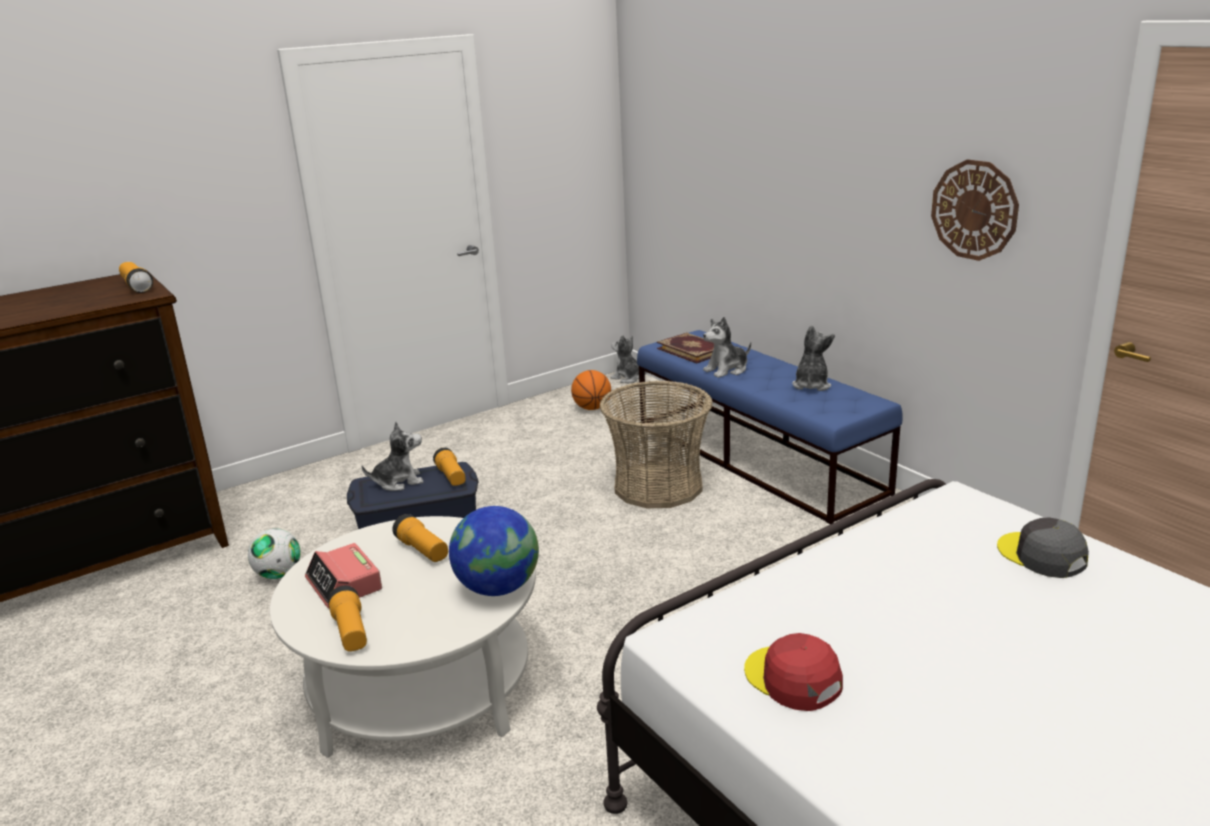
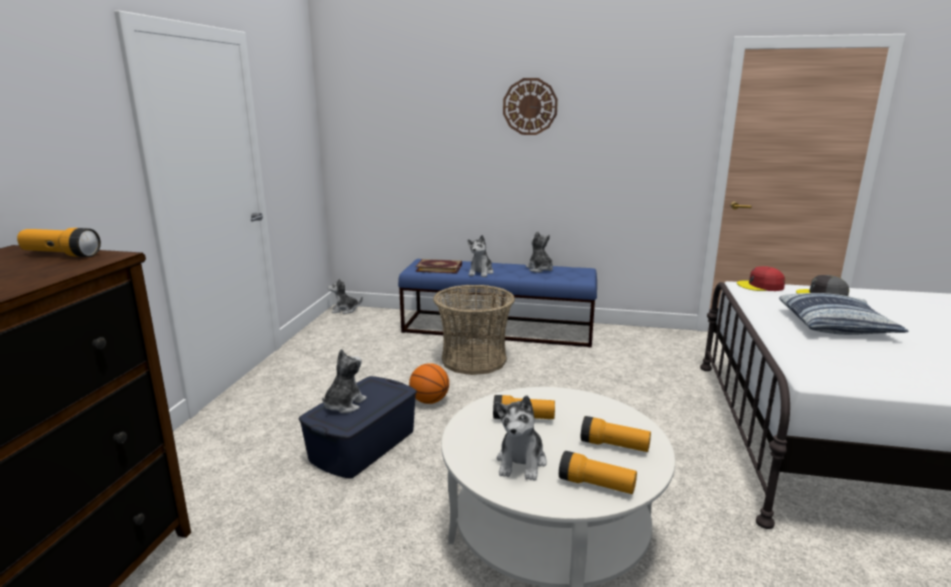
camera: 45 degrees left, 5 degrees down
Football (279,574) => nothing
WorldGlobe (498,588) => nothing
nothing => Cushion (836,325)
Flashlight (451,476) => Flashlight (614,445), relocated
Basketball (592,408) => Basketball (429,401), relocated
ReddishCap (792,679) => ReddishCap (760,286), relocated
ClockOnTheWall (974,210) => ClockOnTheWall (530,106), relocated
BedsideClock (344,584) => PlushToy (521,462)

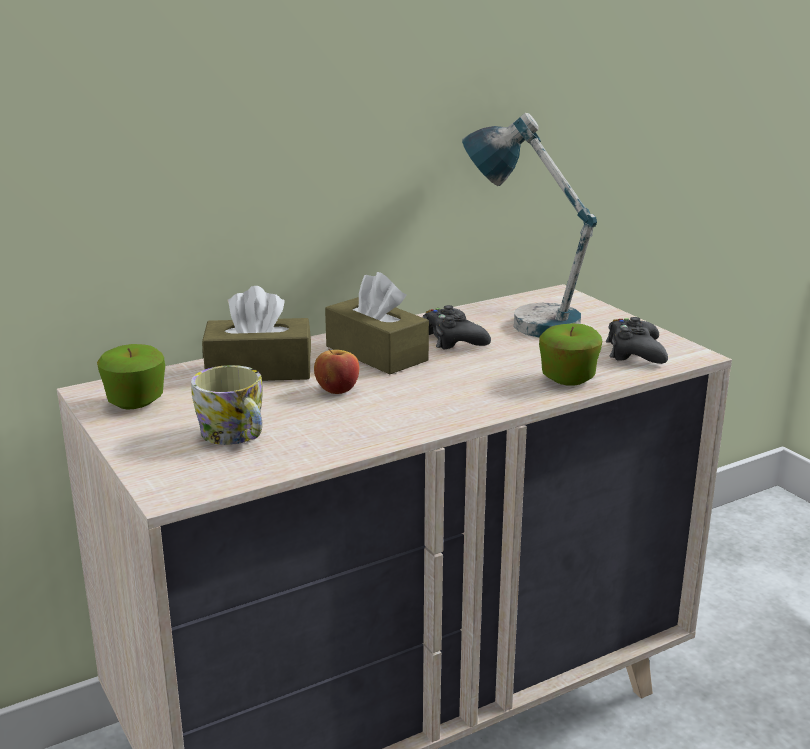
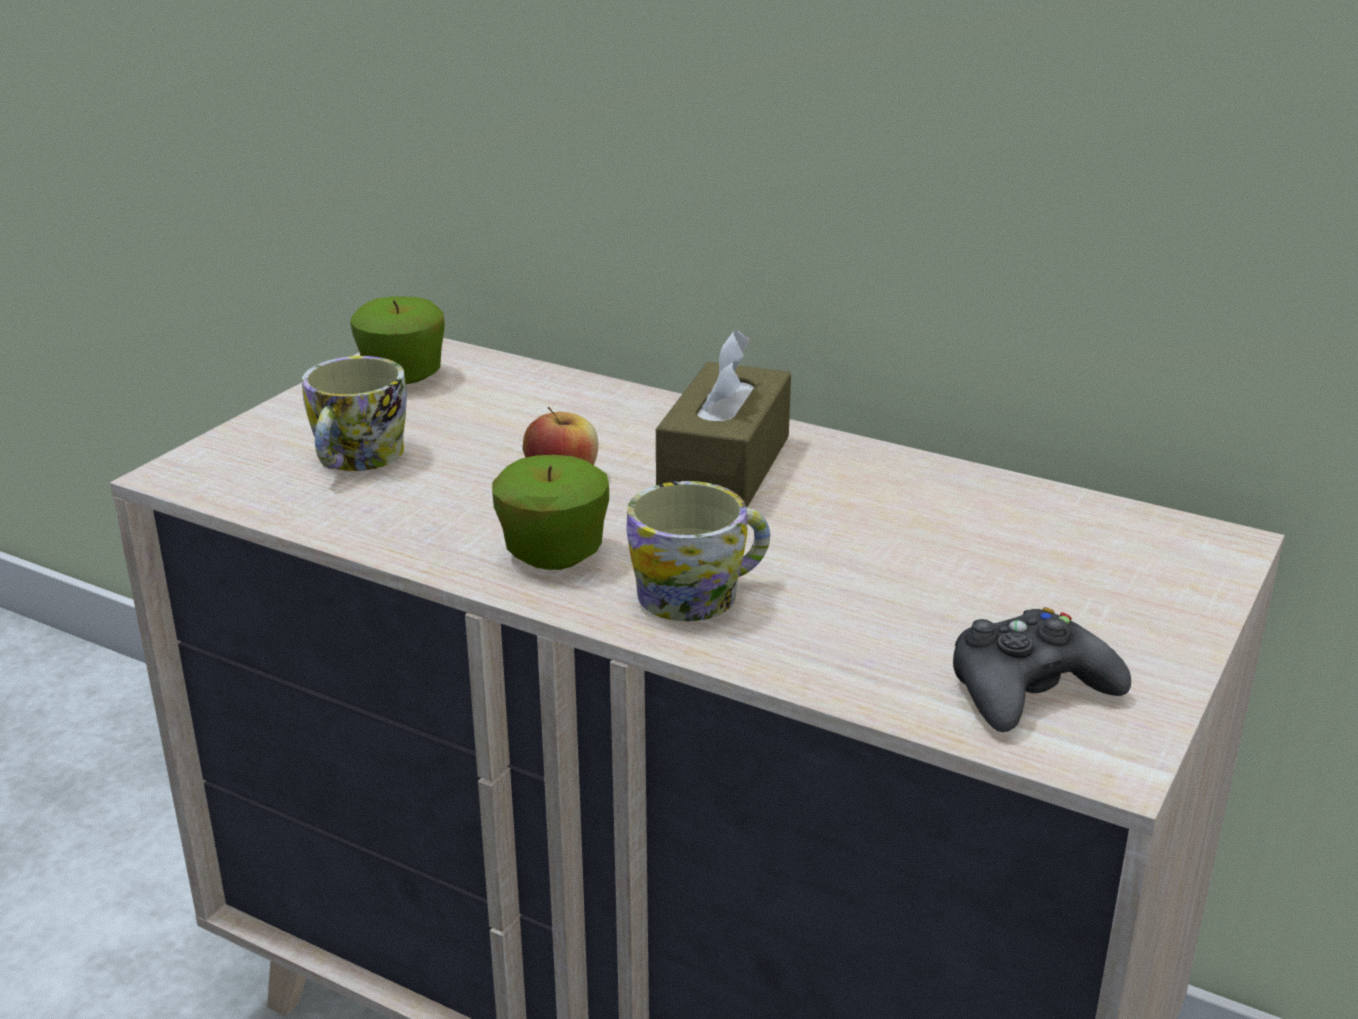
camera: 60 degrees right, 5 degrees up
BrownTissueHolder (259,370) => nothing
BlackJoypad (453,339) => nothing
LampForATable (523,318) => nothing
nothing => TeaMug (701,594)
AppleFruit (568,379) => AppleFruit (553,554), relocated

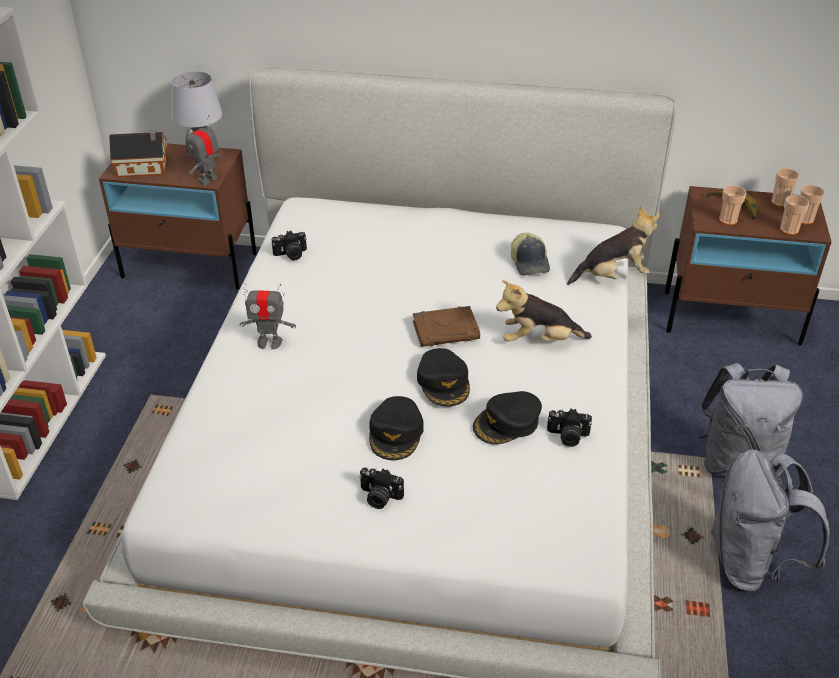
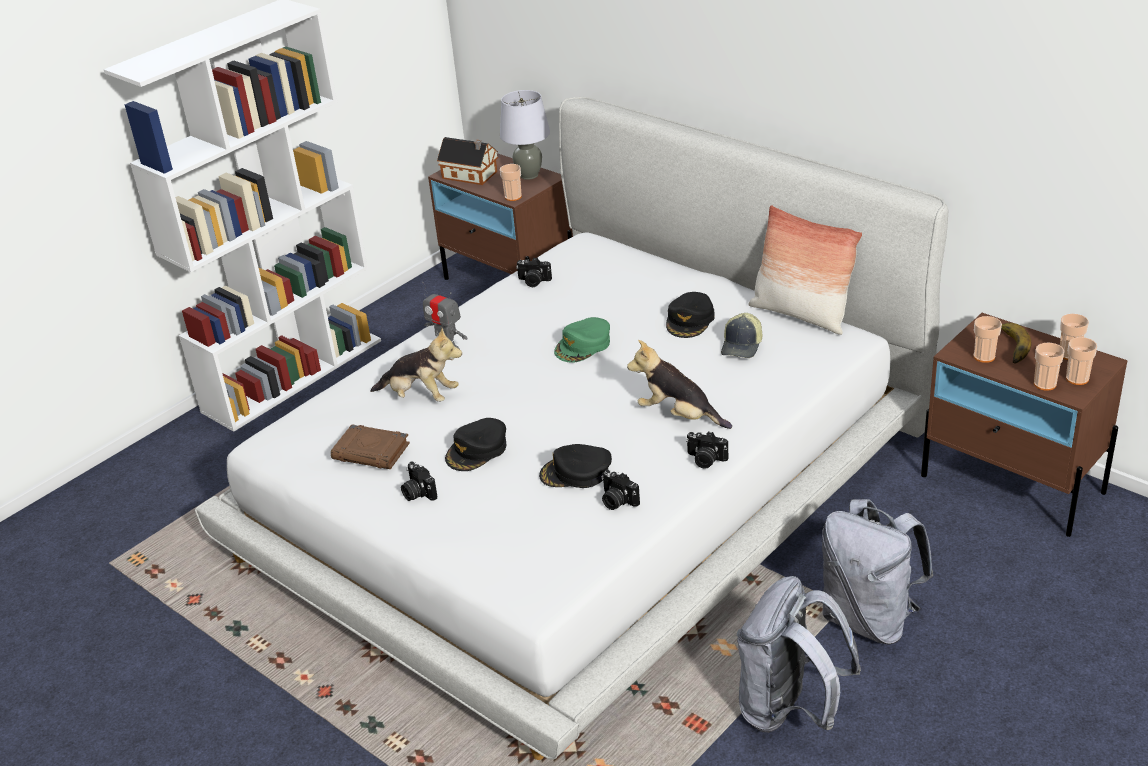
camera: 35 degrees right, 5 degrees down
nothing => GreenishCap (583,346)
nothing => PhotoCamera (705,460)
nothing => Cushion (801,314)
BrownBoundBook (446,330) => BrownBoundBook (372,452), relocated
BlackCap (444,382) => BlackCap (690,320), relocated
PlushToy (612,276) => PlushToy (420,396), relocated
RobotFigure (207,179) => SmallCup (513,197)

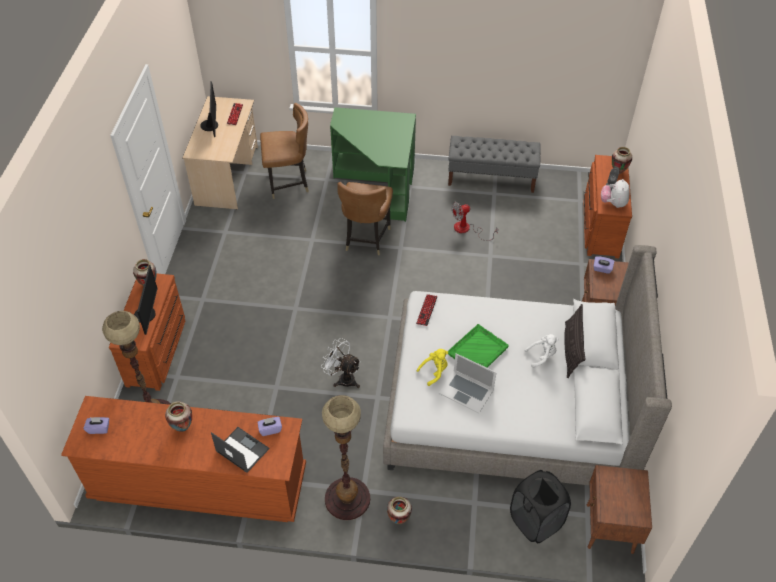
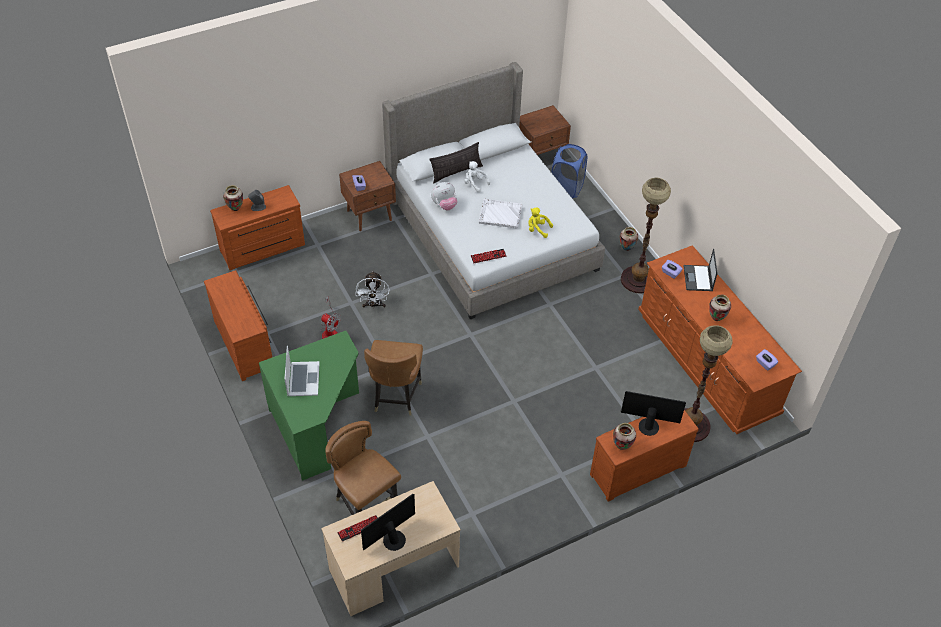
camera: 125 degrees left, 0 degrees up
WhiteColouredCoolingFan (343,378) => WhiteColouredCoolingFan (374,305), relocated
PortableComputer (466,391) => PortableComputer (303,379), relocated
PlushToy (613,203) => PlushToy (444,205), relocated
GreyishBench (491,178) => BrownChestOfDrawers (245,344)
GreenishTray (478,350) => WhiteColouredTray (500,214)
BlackWashingBasket (535,521) => BlueWashingBasket (566,189)
Monitor (147,315) => Monitor (648,425), 45 degrees clockwise
BrownChair (366,239) => BrownChair (395,396), 120 degrees clockwise

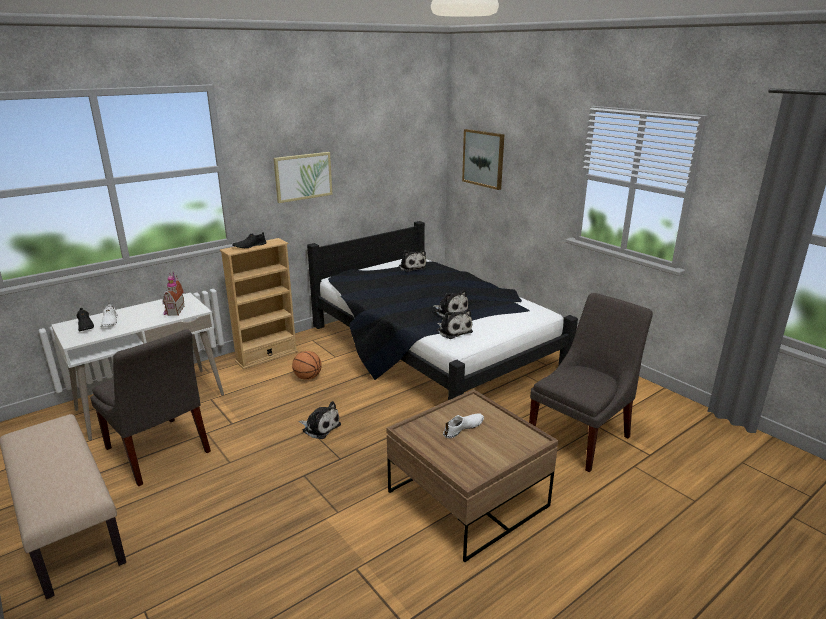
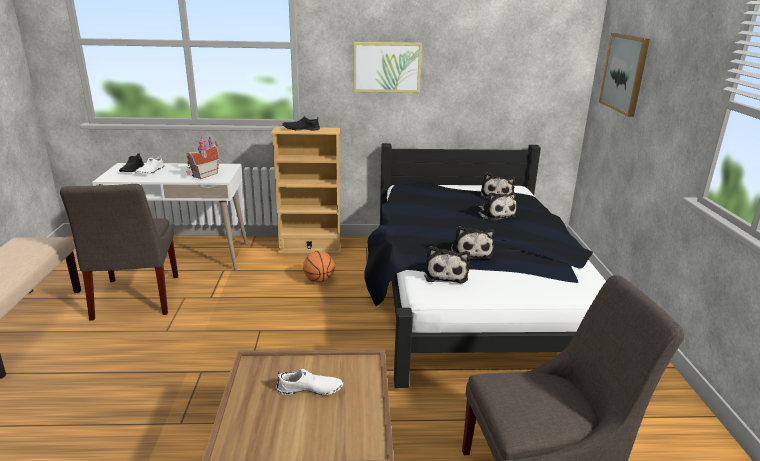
camera: 35 degrees right, 0 degrees up
PlushToy (320,427) => PlushToy (495,214), relocated

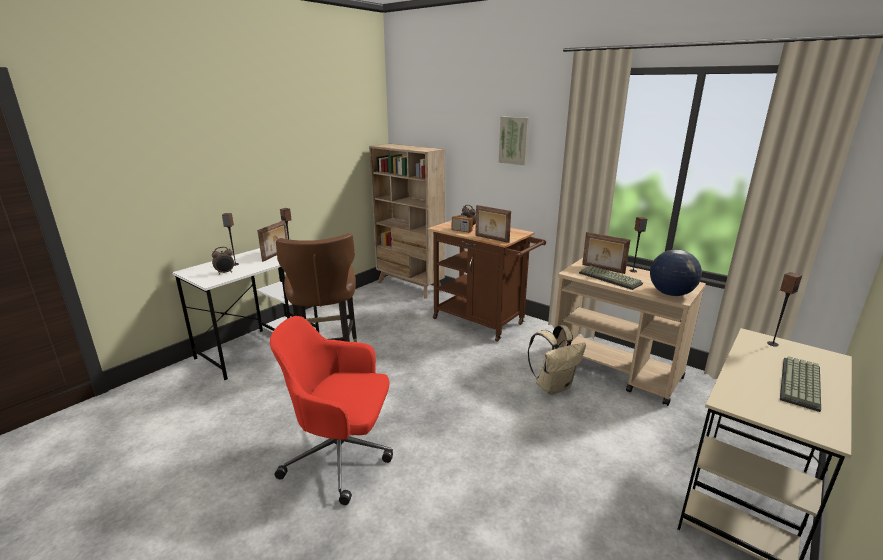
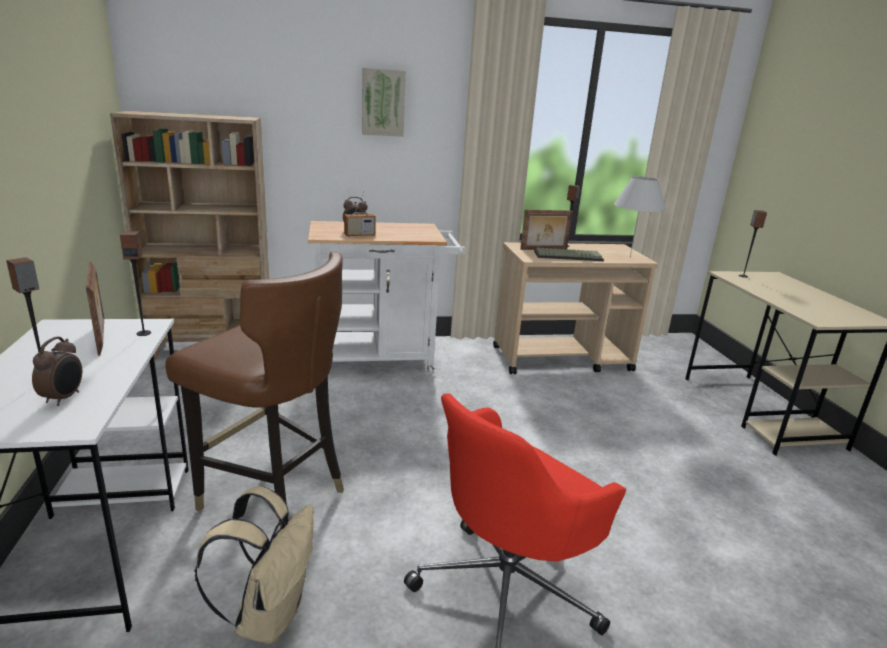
camera: 50 degrees left, 0 degrees up
StandingFrame (491,239) => nothing
Keyboard (802,384) => nothing
BeigeColouredRucksack (553,386) => BeigeColouredRucksack (269,615), relocated
WorldGlobe (671,294) => WhiteColouredLampForATable (629,257)
BrownCart (483,322) => WhiteColouredCart (382,361)

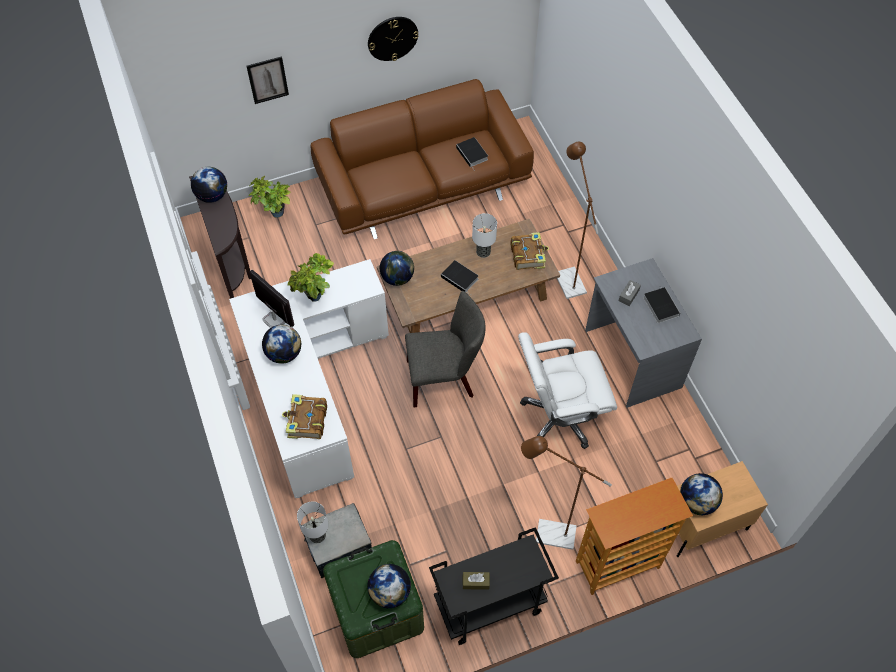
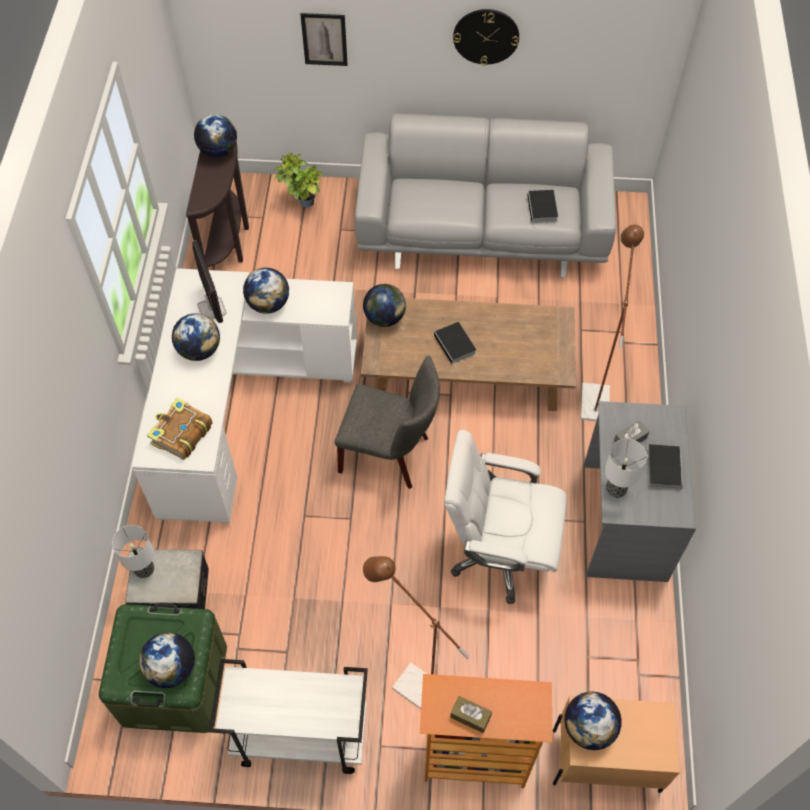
camera: 25 degrees right, 0 degrees up
BoundBook (528,255) => nothing
BrownTissueHolder (476,582) => BrownTissueHolder (470,716), relocated
LampForATable (483,252) => LampForATable (615,489), relocated
PottedPlant (315,299) => WorldGlobe (268,304)
BrownCouch (423,185) => GreyishCouch (483,228)
BlackCart (489,606) => WhiteColouredCart (299,737)

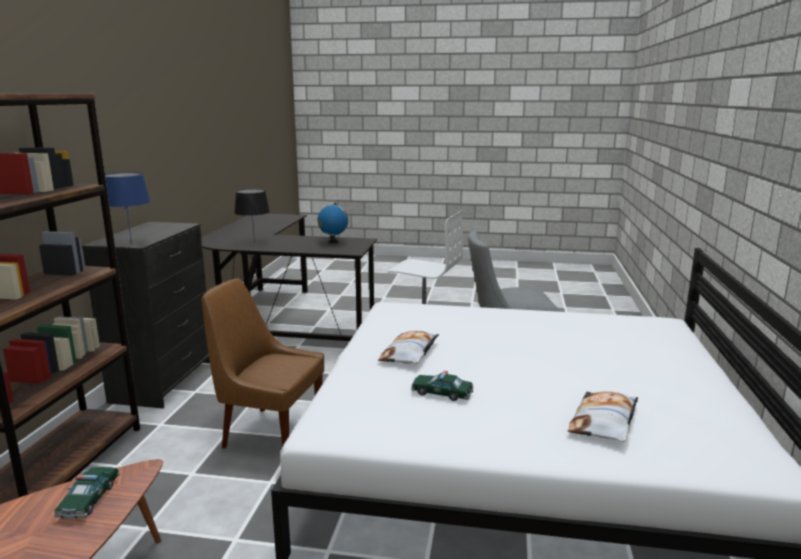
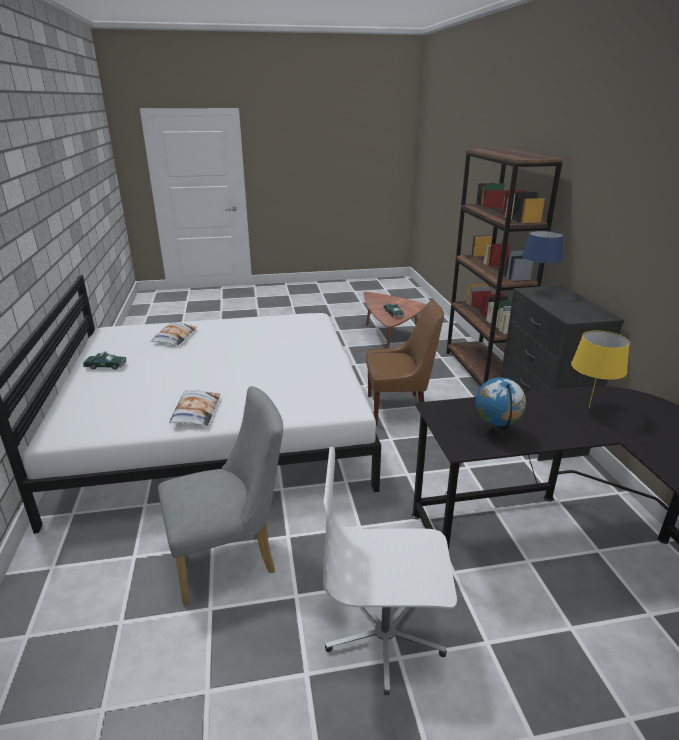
camera: 160 degrees right, 10 degrees up
Cushion (410,353) => Cushion (196,412), relocated
ModelCar (442,393) => ModelCar (106,366), relocated
BlackLampForATable (254,243) => YellowLampForATable (588,407)

